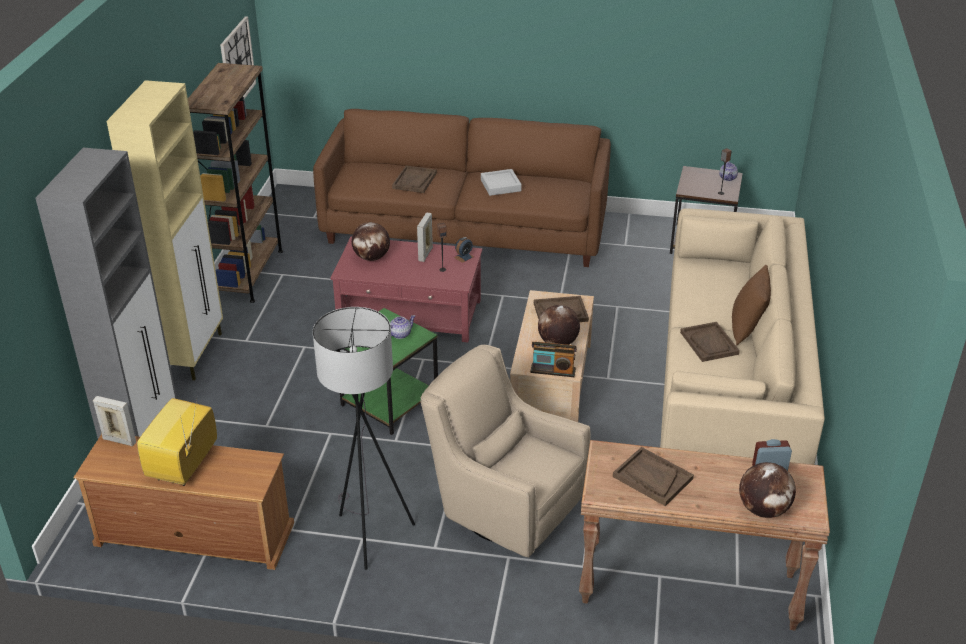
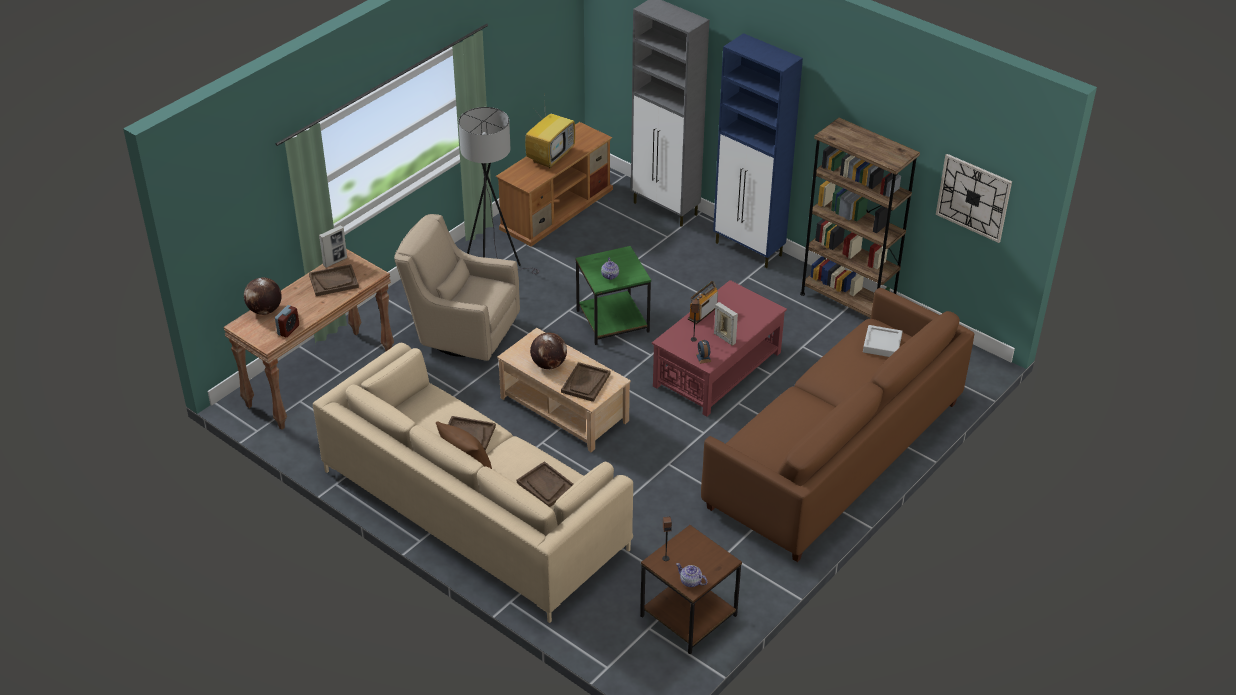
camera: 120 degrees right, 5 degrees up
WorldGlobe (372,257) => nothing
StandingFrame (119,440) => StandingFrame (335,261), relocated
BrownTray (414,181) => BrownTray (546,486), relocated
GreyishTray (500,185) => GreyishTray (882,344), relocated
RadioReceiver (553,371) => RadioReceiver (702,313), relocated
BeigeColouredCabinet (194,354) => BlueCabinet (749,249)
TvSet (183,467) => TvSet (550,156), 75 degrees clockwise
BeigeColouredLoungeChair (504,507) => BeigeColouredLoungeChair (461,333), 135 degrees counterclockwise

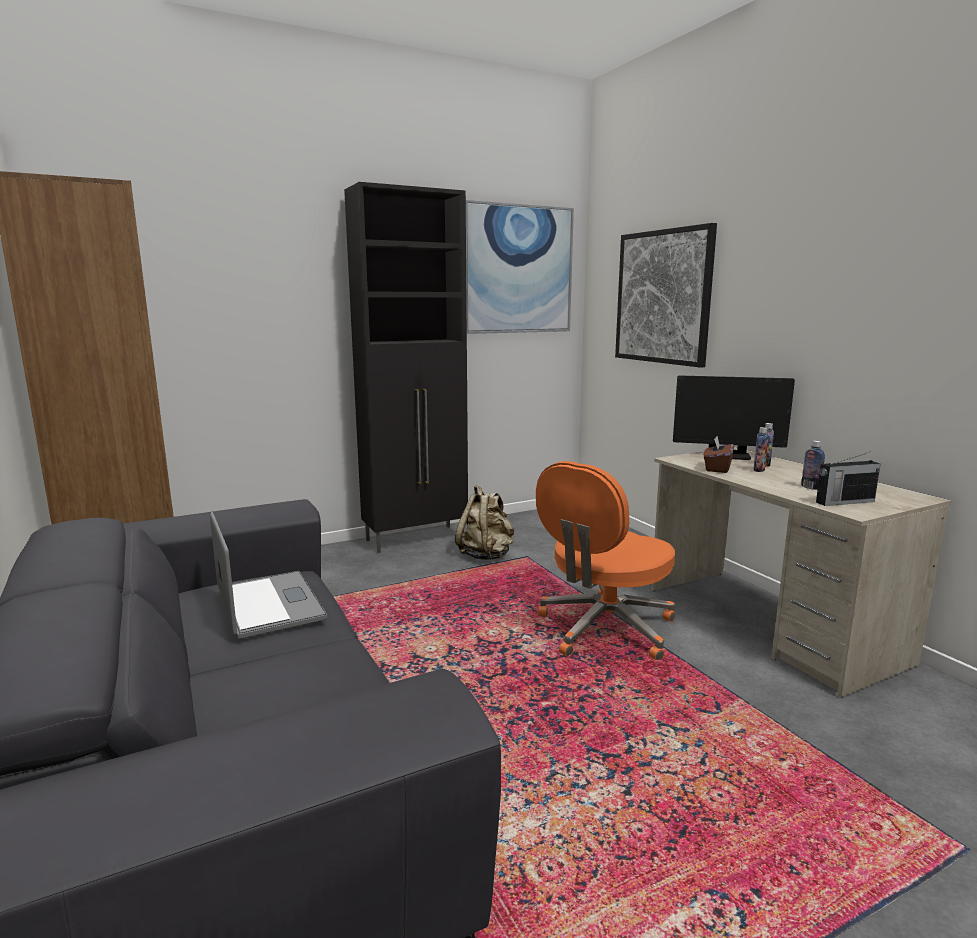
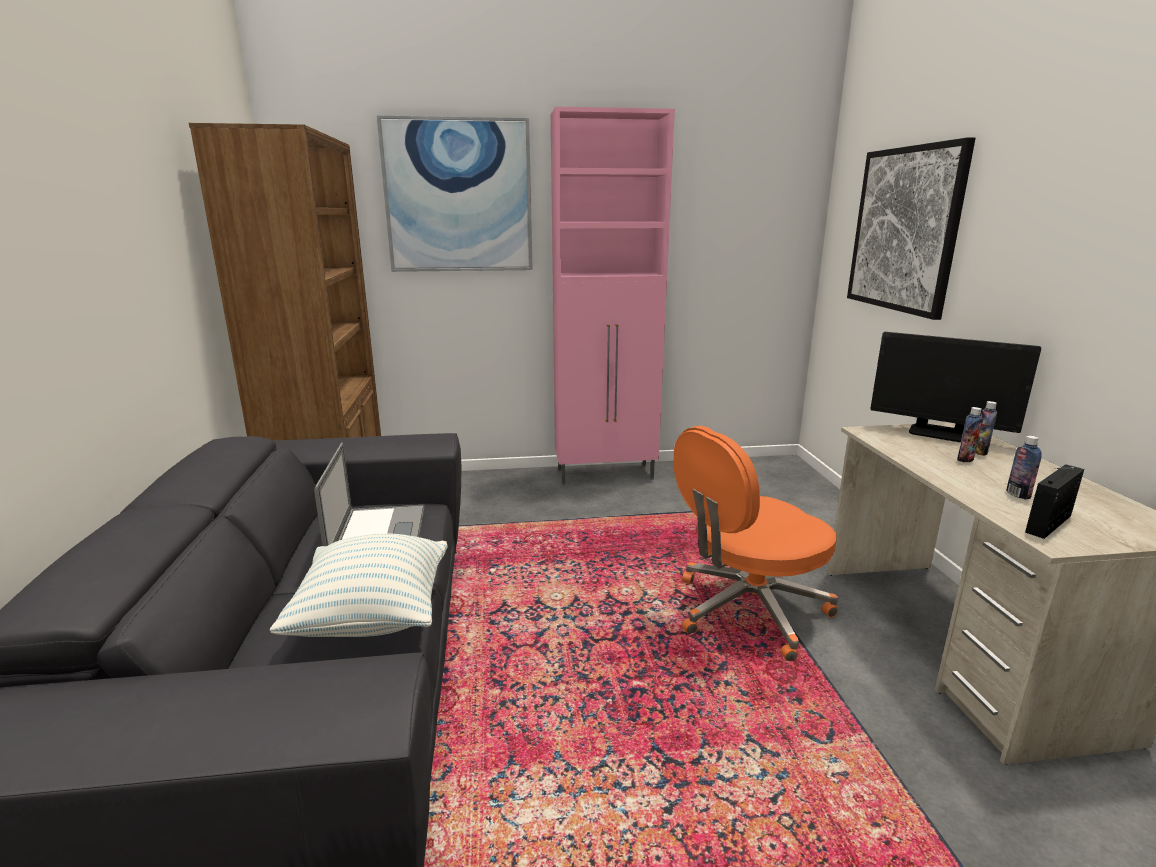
camera: 20 degrees right, 5 degrees up
BeigeColouredRucksack (486,555) => nothing
BrownTissueHolder (717,468) => nothing
nothing => Cushion (373,617)
Picture (518,270) => Picture (458,196), relocated
BlackCabinet (417,539) => PinkishCabinet (606,474)
RadioReceiver (844,502) => RadioReceiver (1049,523), 135 degrees clockwise

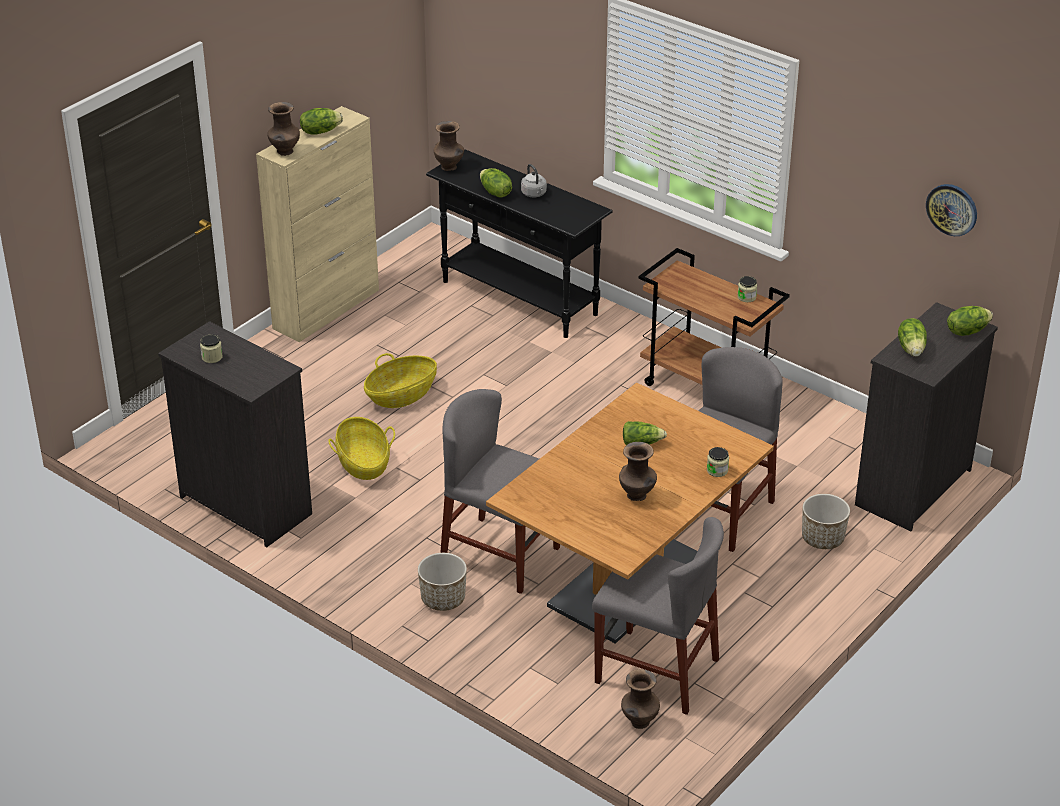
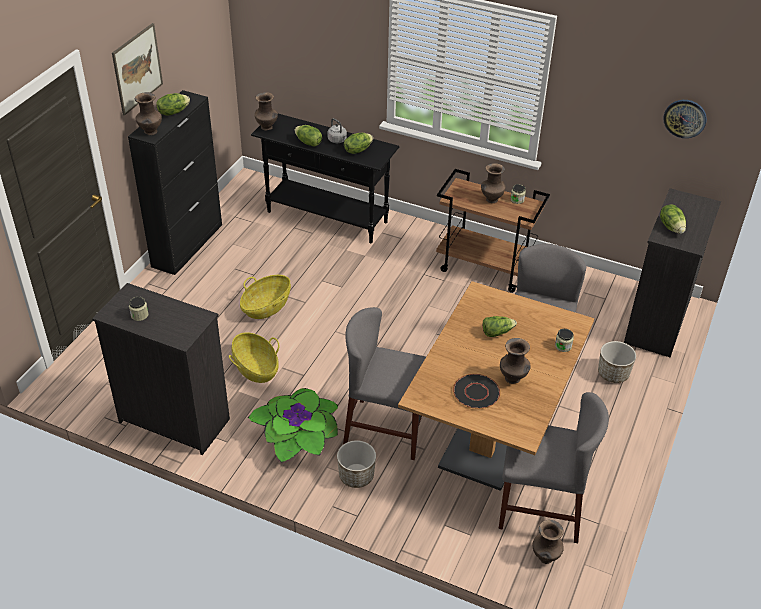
camera: 15 degrees left, 5 degrees up
nothing => Picture (137,68)
nothing => PottedPlant (297,438)
nothing => BlackFlatDish (476,392)
nothing => BrownDecorativeVase (491,199)
Lettuce (967,331) => Lettuce (357,150), relocated
BeigeColouredCabinet (327,309) => BlackCabinet (188,245)

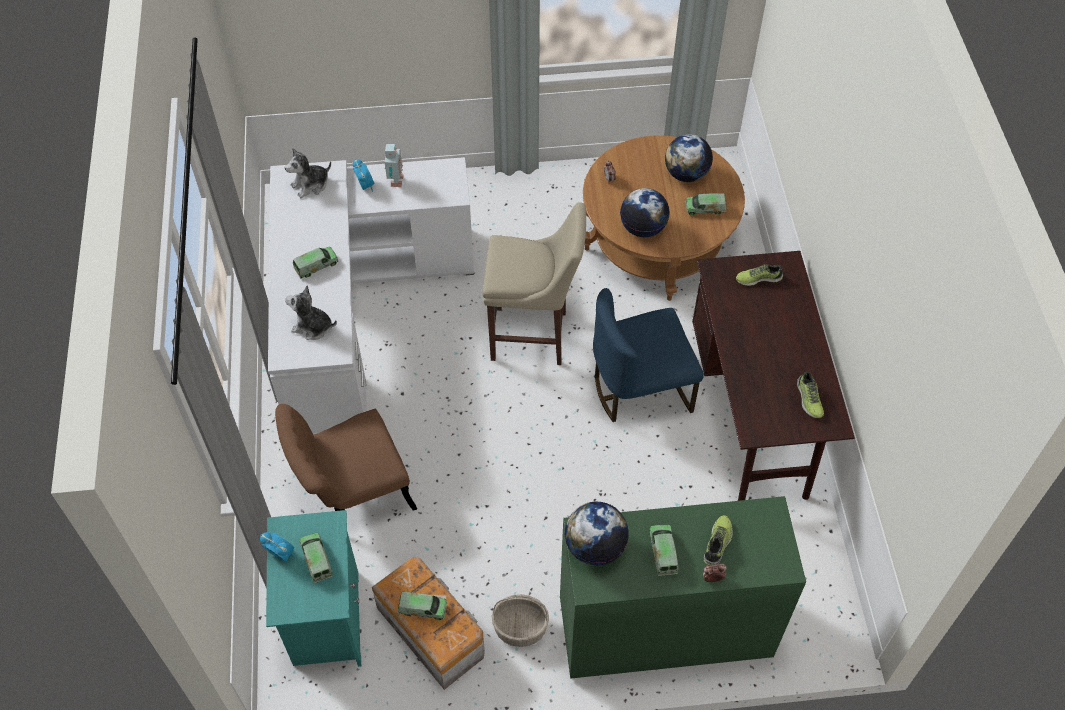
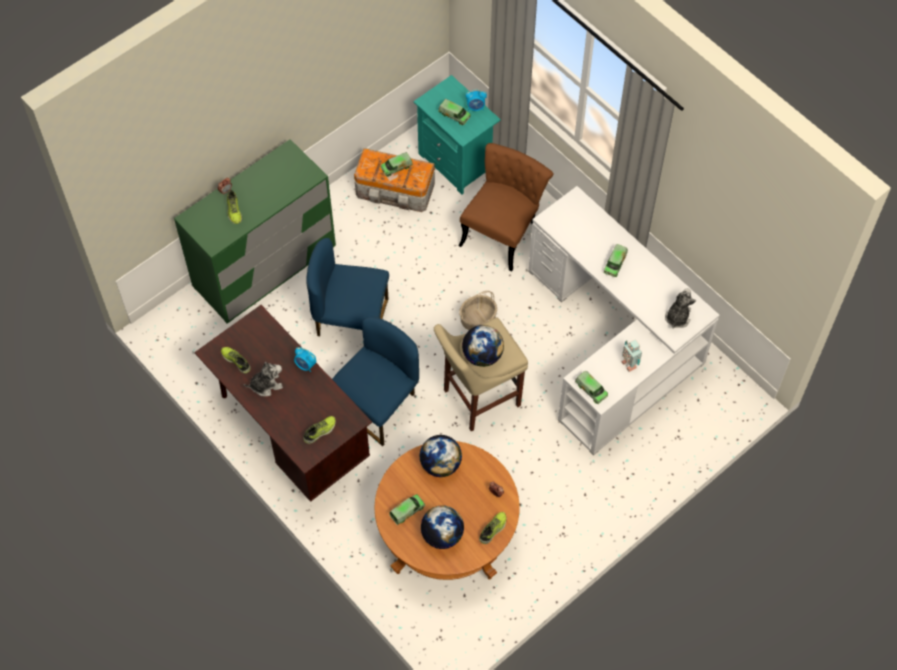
camera: 145 degrees right, 5 degrees up
nothing => BlueChair (351,321)
nothing => Shoe (493,529)
PlushToy (312,327) => PlushToy (266,385), relocated
BedsideClock (365,185) => BedsideClock (305,365), relocated
StorageBasket (519,628) => StorageBasket (478,319), relocated
WorldGlobe (595,547) => WorldGlobe (482,355), relocated
ToyLorry (663,552) => ToyLorry (591,390), relocated

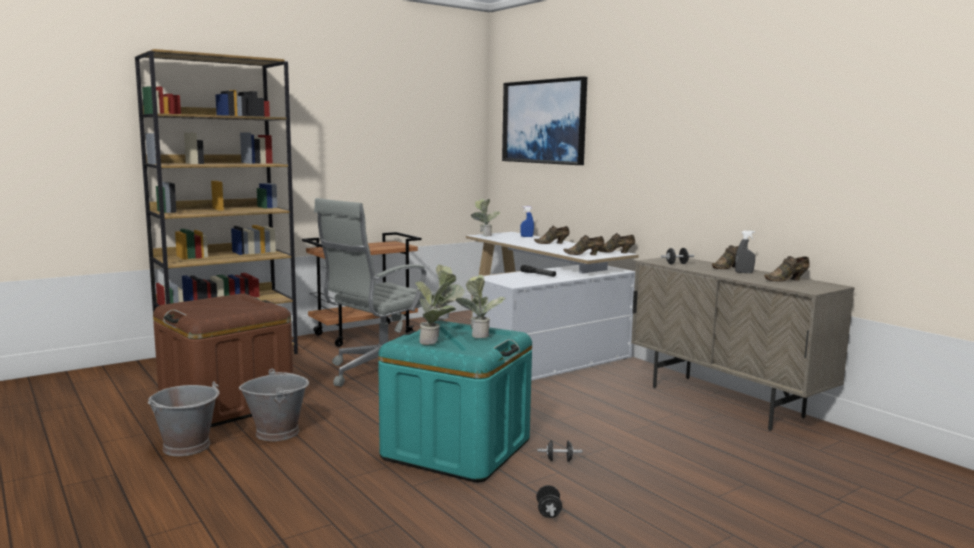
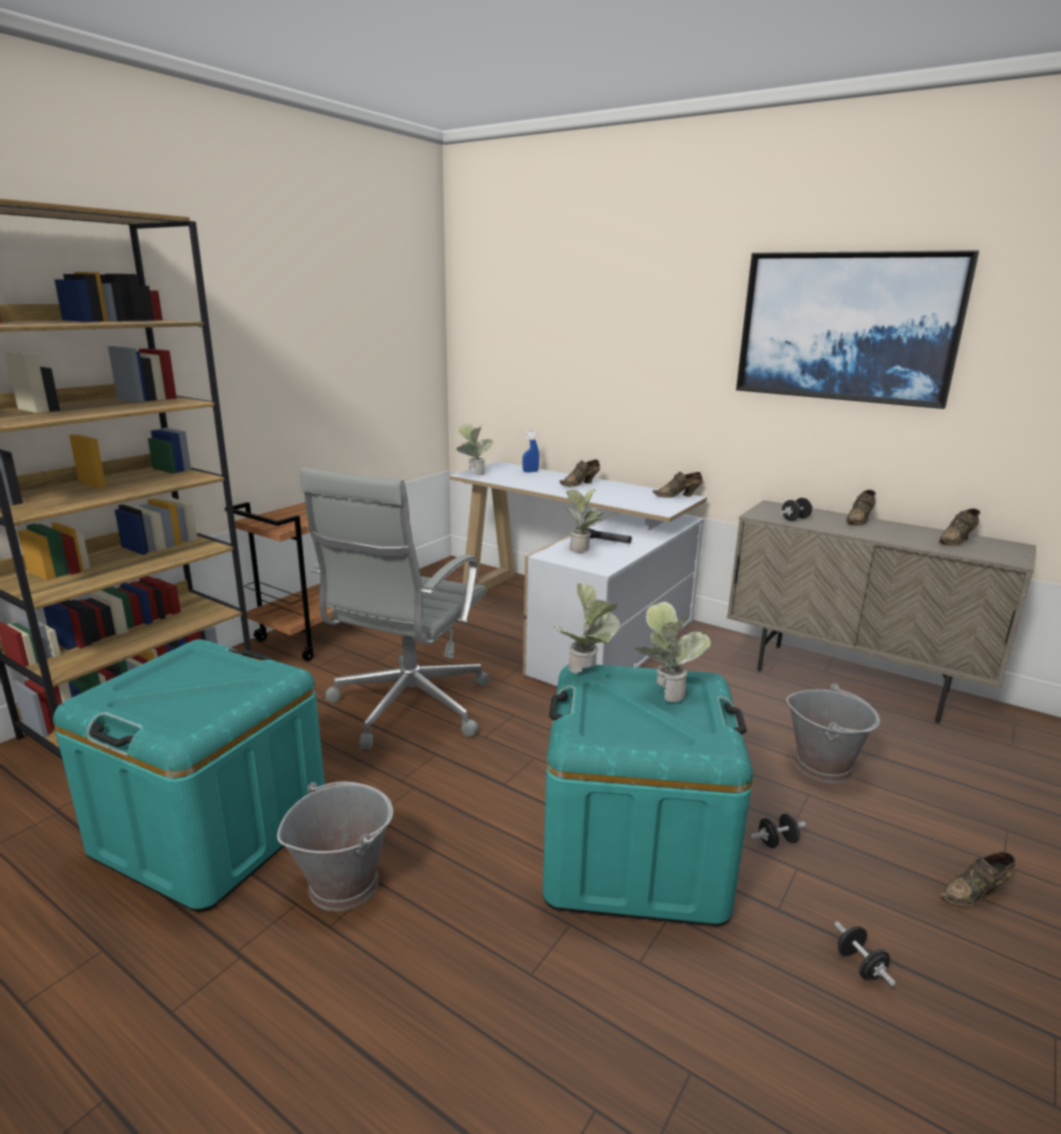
camera: 20 degrees left, 10 degrees up
GreyishHandSprayer (744,272) => nothing
GreyishBucket (187,446) => GreyishBucket (823,766), relocated
PottedPlant (433,342) => PottedPlant (582,548), relocated
Picture (544,122) => Picture (846,327), relocated
BrownShoe (585,254) => BrownShoe (975,894), relocated
BrownStorageBin (227,404) => BlueGreenStorageBin (212,831)

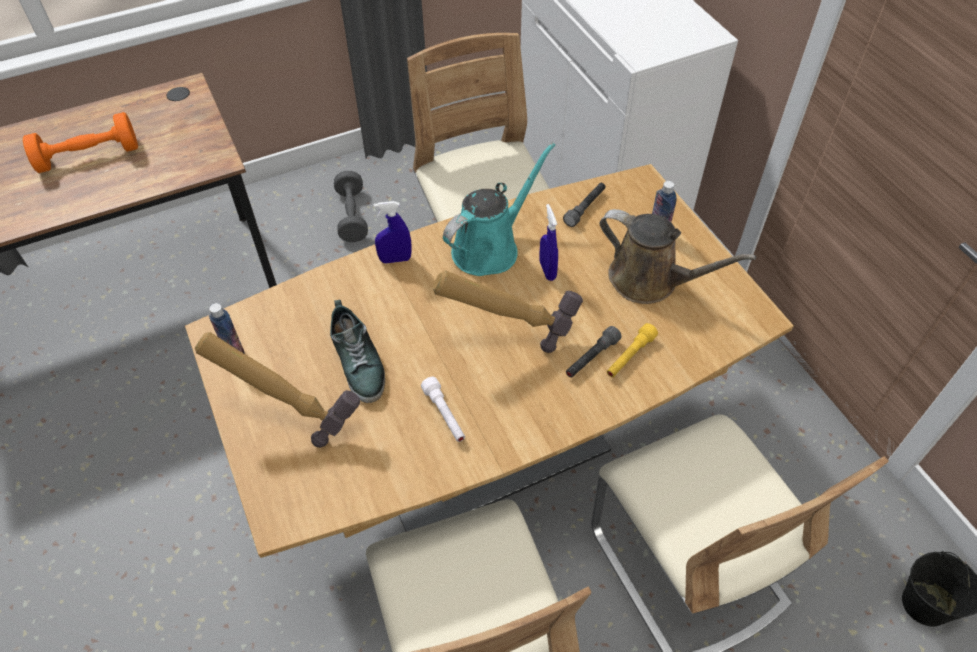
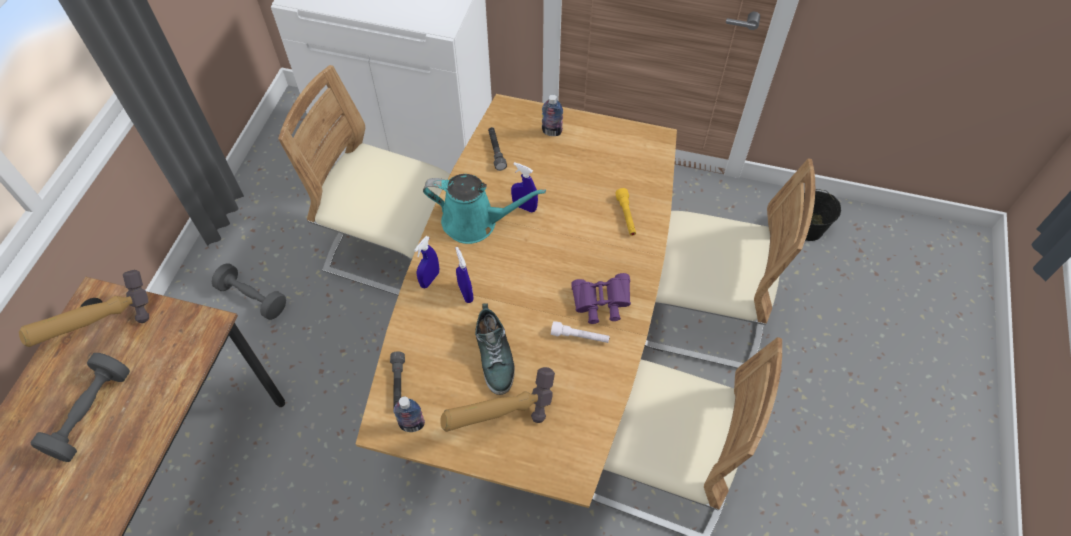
camera: 50 degrees left, 5 degrees up
BrownWateringCan (650,280) => nothing
nothing => BlueHandSprayer (465,293)
nothing => PurpleColouredPairOfBinoculars (600,304)
Hammer (509,336) => Hammer (110,333), relocated
GreyishFlashlight (591,358) => GreyishFlashlight (398,384), relocated
OrangeColouredHandWeight (89,157) => GreyishHandWeight (91,414)
Shoe (359,362) => Shoe (495,356), 60 degrees clockwise
BlueGreenWateringCan (490,248) => BlueGreenWateringCan (475,222), 105 degrees clockwise

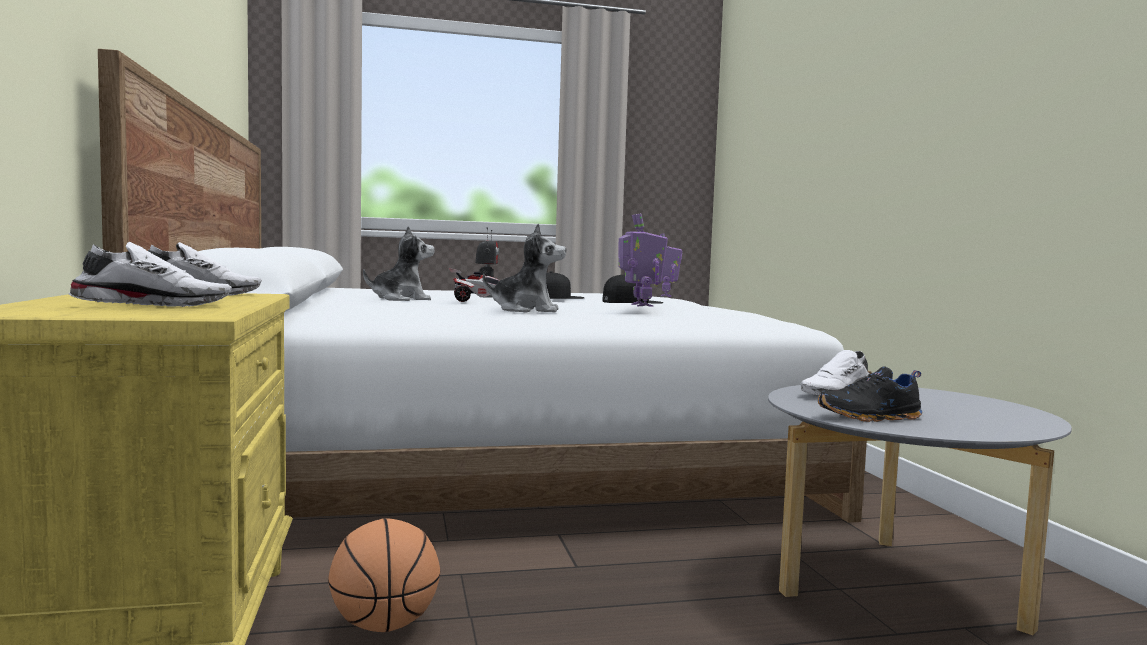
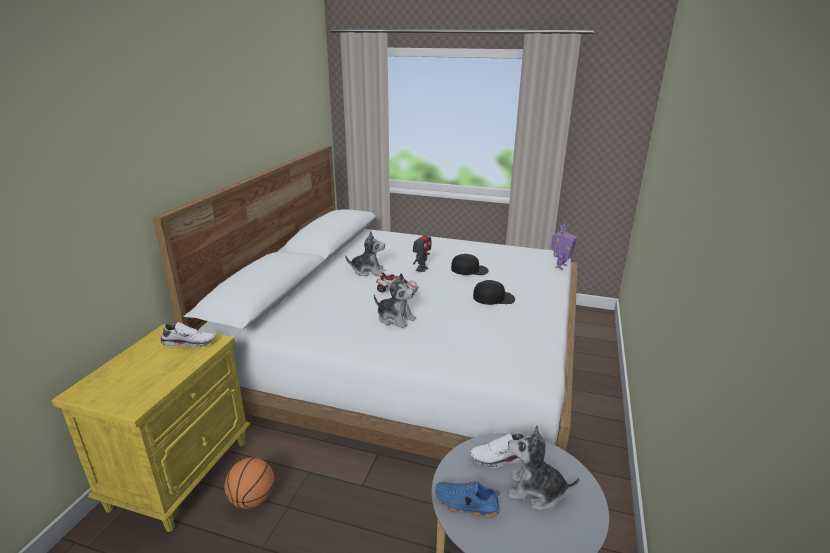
camera: 30 degrees right, 20 degrees up
WhiteColouredShoe (154,305) => nothing
RobotFigure (640,305) => nothing
nothing => PlushToy (535,491)
BlackShoe (871,417) => BlueShoe (466,505)

